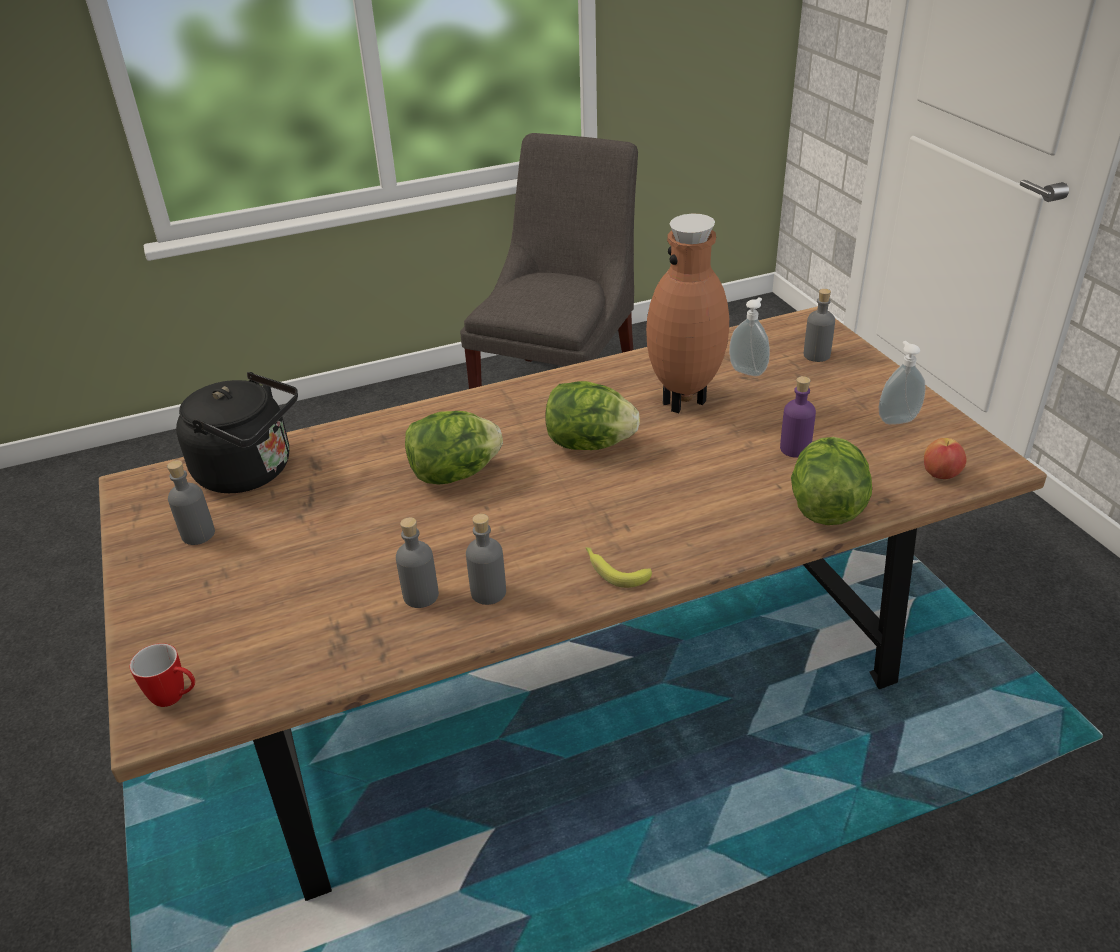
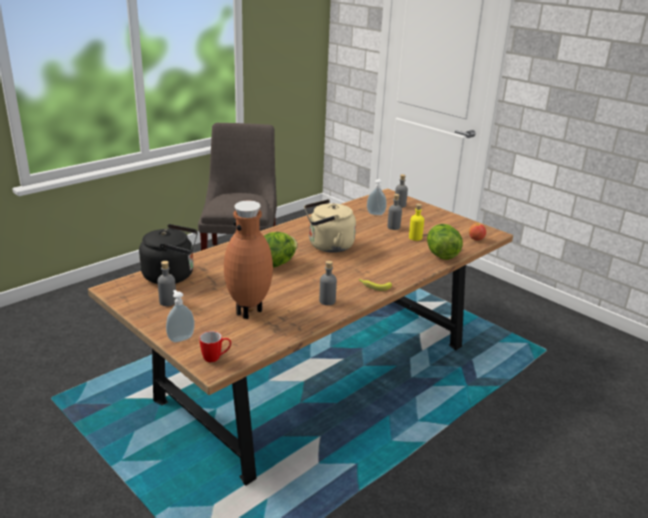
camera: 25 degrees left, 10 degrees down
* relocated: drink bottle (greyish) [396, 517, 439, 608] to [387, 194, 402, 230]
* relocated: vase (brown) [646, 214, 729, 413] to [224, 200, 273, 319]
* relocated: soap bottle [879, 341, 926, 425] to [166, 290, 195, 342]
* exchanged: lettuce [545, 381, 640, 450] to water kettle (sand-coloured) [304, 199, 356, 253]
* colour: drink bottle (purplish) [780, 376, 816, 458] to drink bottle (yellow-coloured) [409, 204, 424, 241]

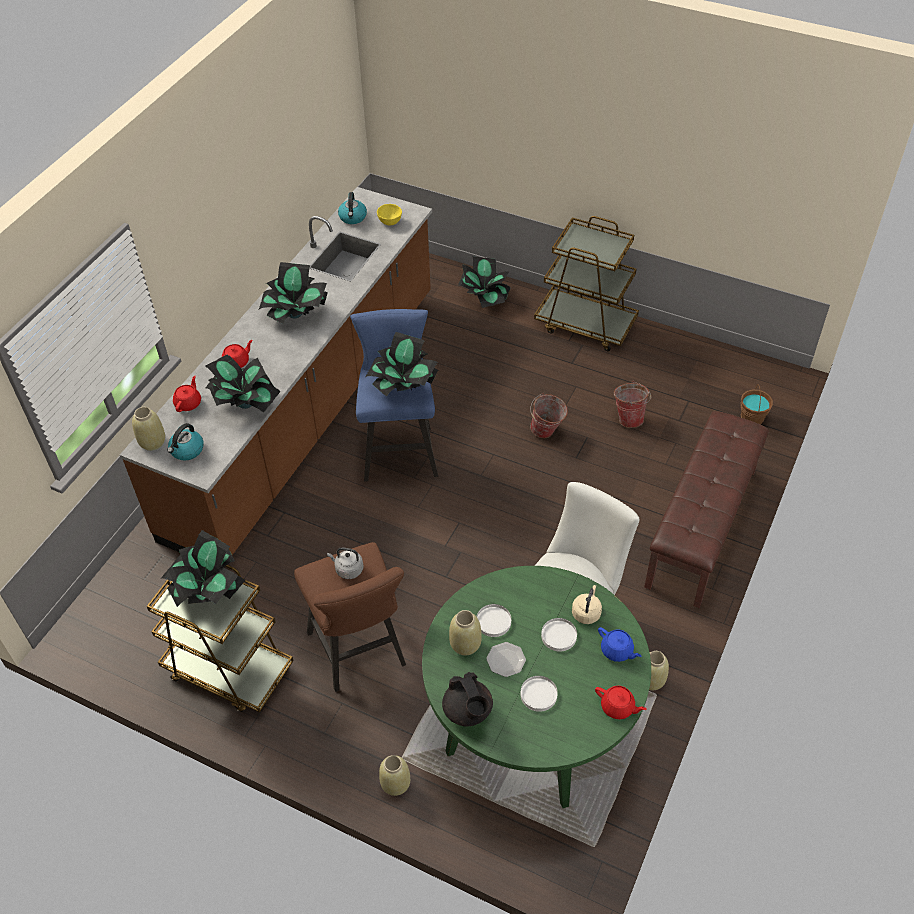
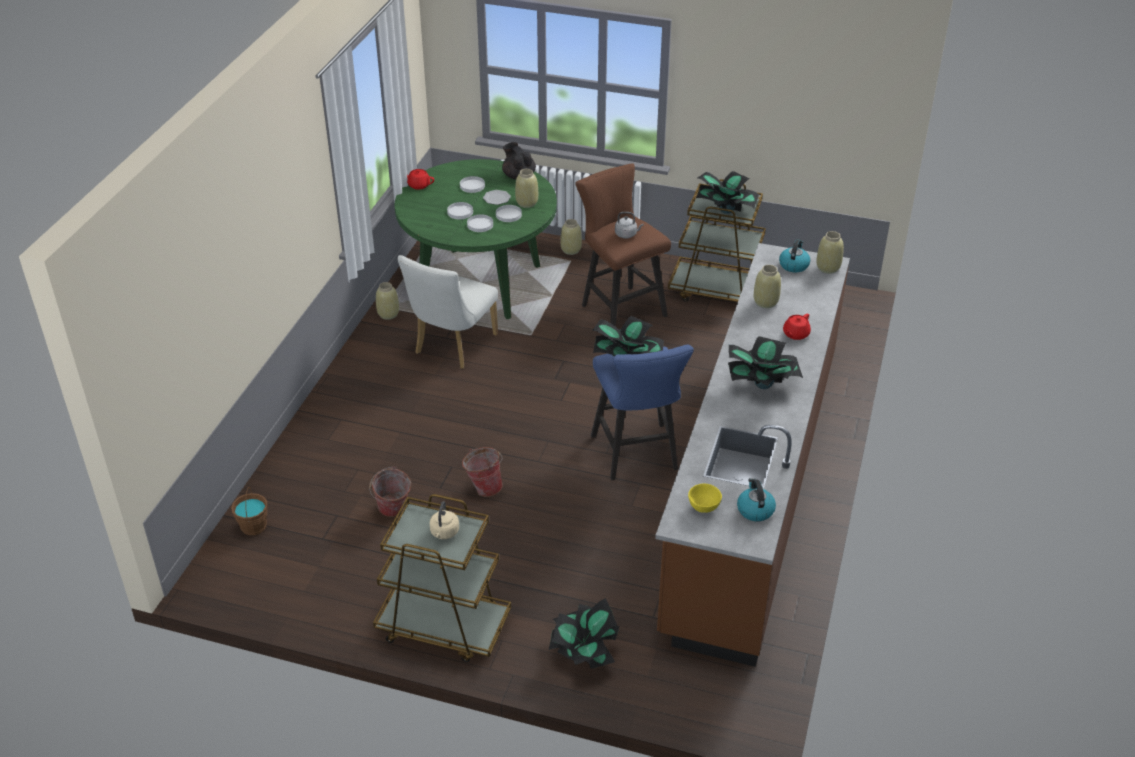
camera: 170 degrees right, 10 degrees down
* missing: tea pot (reddish) [173, 375, 201, 412]
* missing: tea pot (blue-coloured) [598, 627, 642, 662]
* missing: bench (brown) [644, 411, 769, 608]
* appeared: dinner plate (white-coloured) [467, 214, 493, 232]
* relocated: water kettle (sand-coloured) [572, 585, 602, 624] to [430, 501, 459, 539]
* exchanged: houseplant [205, 355, 281, 413] to vase (sand-coloured) [754, 265, 781, 308]

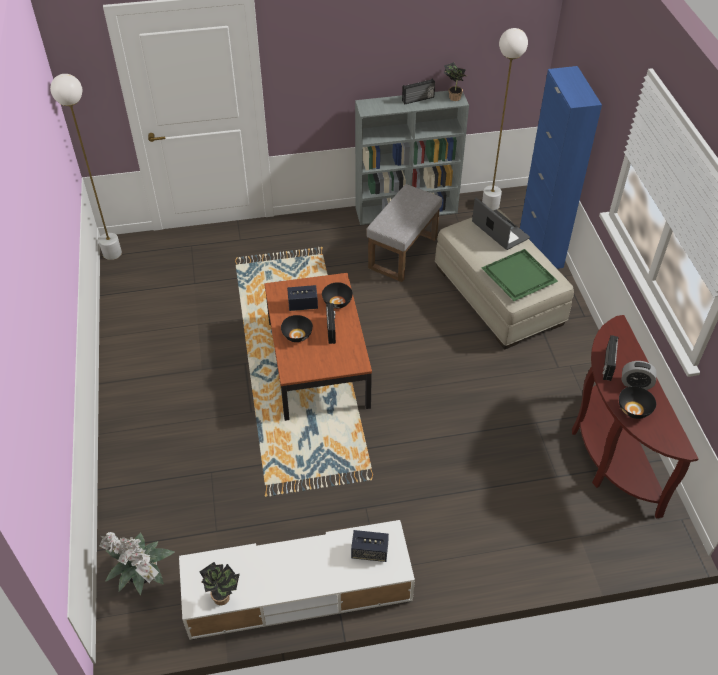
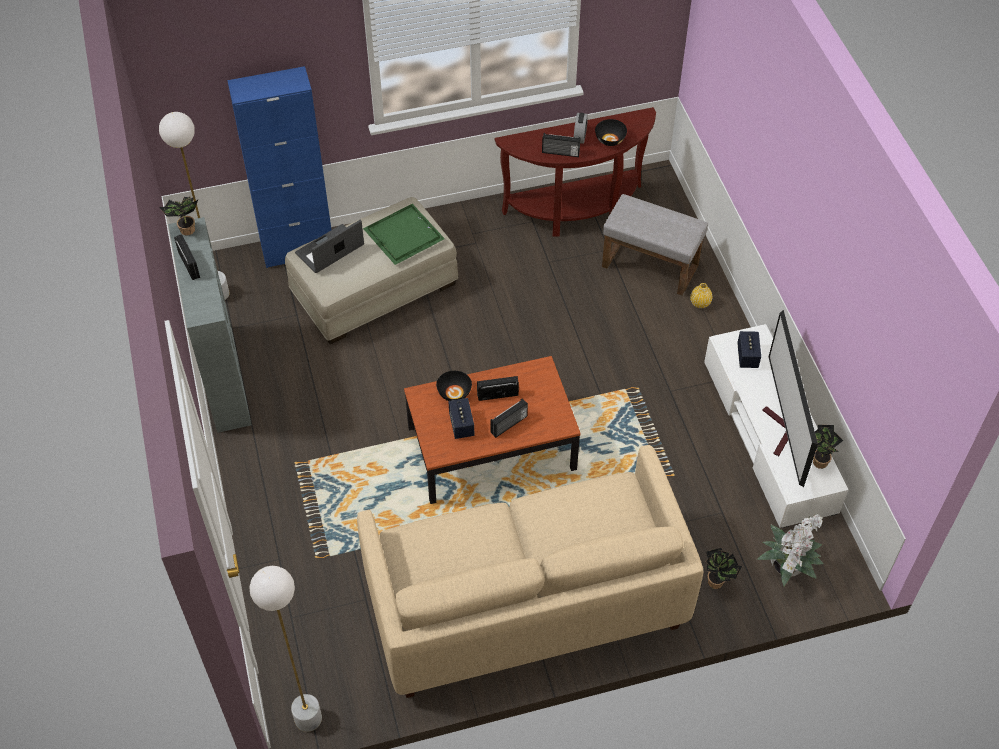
camera: 95 degrees left, 5 degrees up
* appeared: couch (sand-coloured) [357, 445, 704, 698]
* appeared: vase (yellow-coloured) [690, 283, 712, 308]
* appeared: houseplant [706, 548, 742, 589]
* appeared: TV set [762, 310, 818, 487]
* relocated: ottoman (greyish) [366, 184, 442, 282] to [602, 194, 708, 296]
* exchanged: deep dish (blackish) [281, 315, 313, 342] to radio receiver [490, 398, 528, 438]

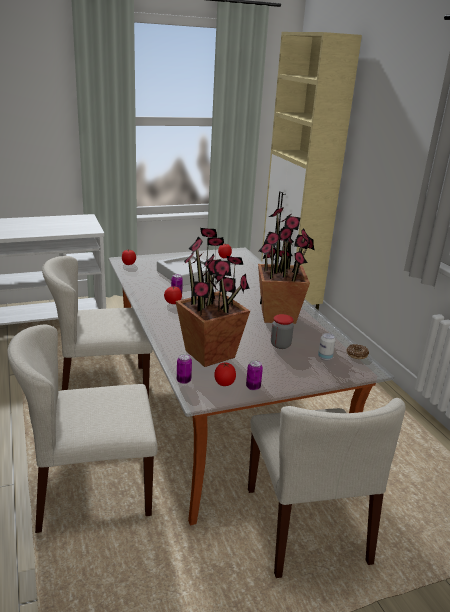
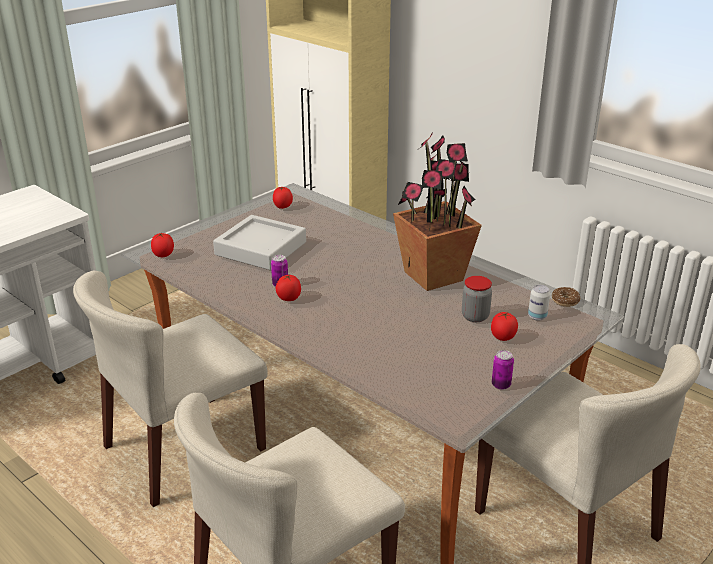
camera: 25 degrees left, 5 degrees up
* missing: houseplant [175, 228, 250, 367]
* missing: metal can [177, 354, 192, 384]
* relocated: fresh tomato [214, 362, 236, 386] to [491, 312, 518, 341]

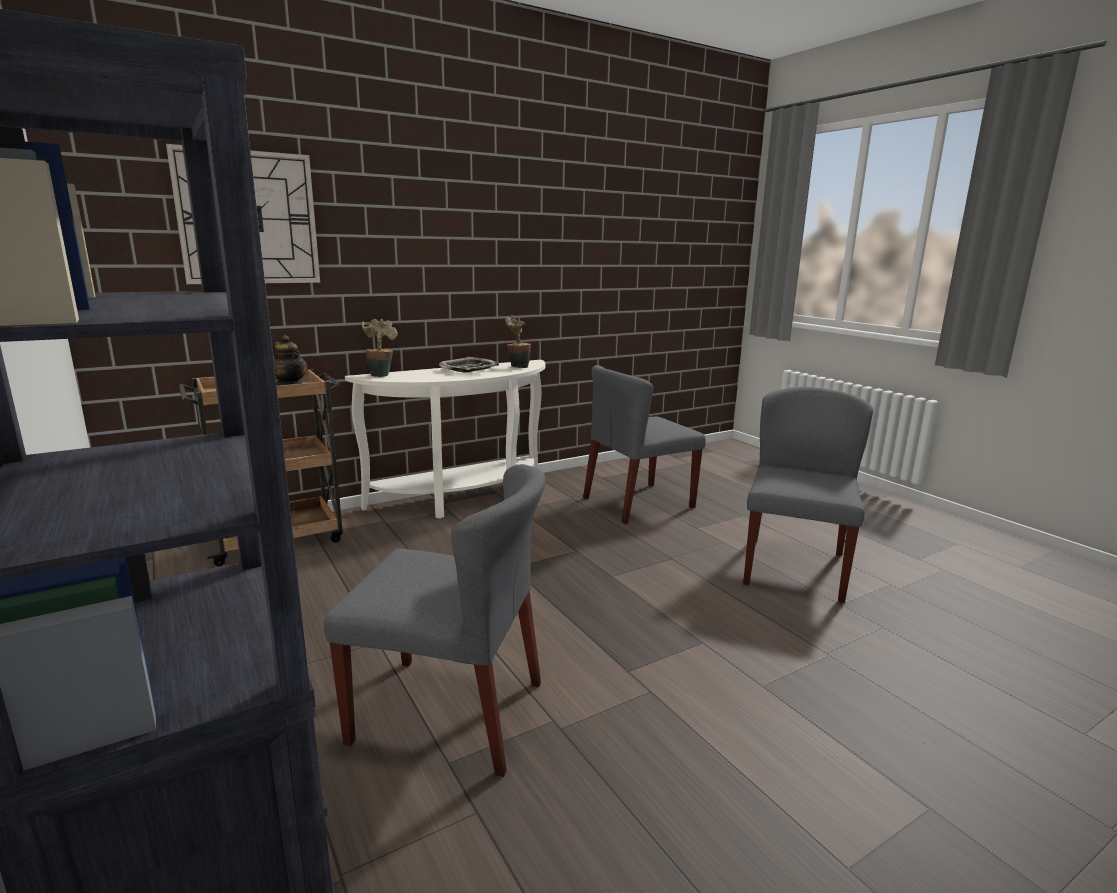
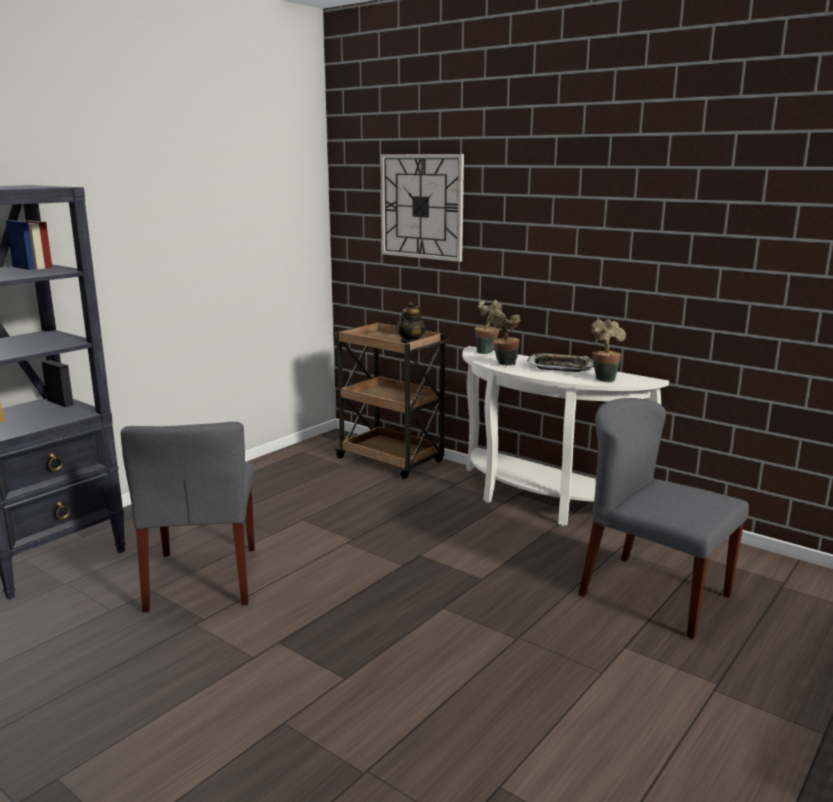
camera: 70 degrees right, 0 degrees up
* missing: chair (greyish) [743, 387, 873, 603]
* appeared: houseplant [491, 310, 520, 366]

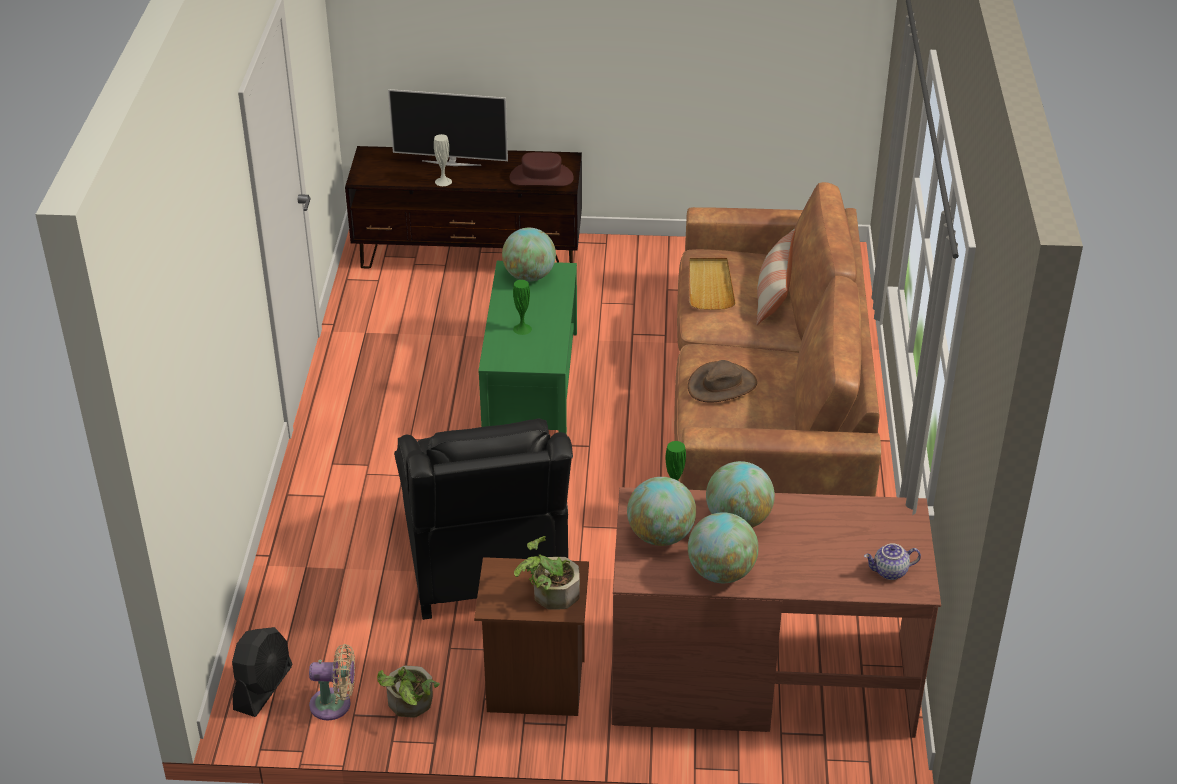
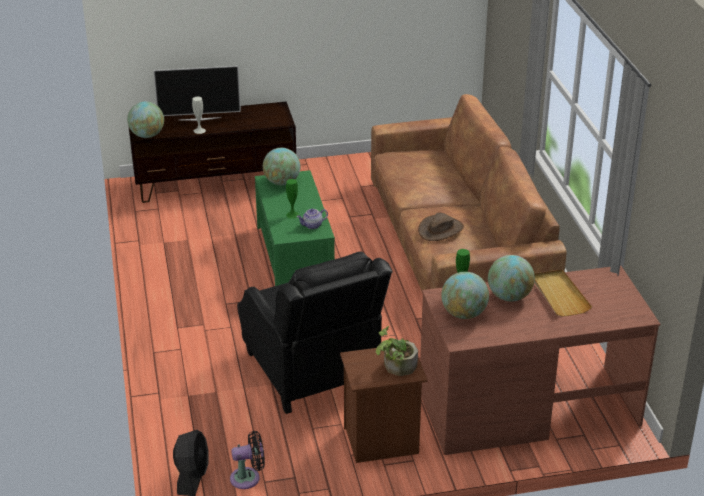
camera: 15 degrees left, 5 degrees down
* missing: houseplant [377, 665, 440, 718]
* missing: wearable hat (brown) [510, 152, 574, 186]
* missing: cushion [756, 229, 795, 325]
* relocated: globe [688, 512, 759, 583] to [127, 101, 164, 138]
* relocated: serving tray (sand-coloured) [689, 258, 736, 310] to [534, 269, 592, 316]
* relocated: tea pot [864, 544, 921, 580] to [297, 209, 328, 229]
* colour: cooling fan (sand-coloured) [309, 644, 355, 720] to cooling fan (blackish) [230, 431, 265, 489]

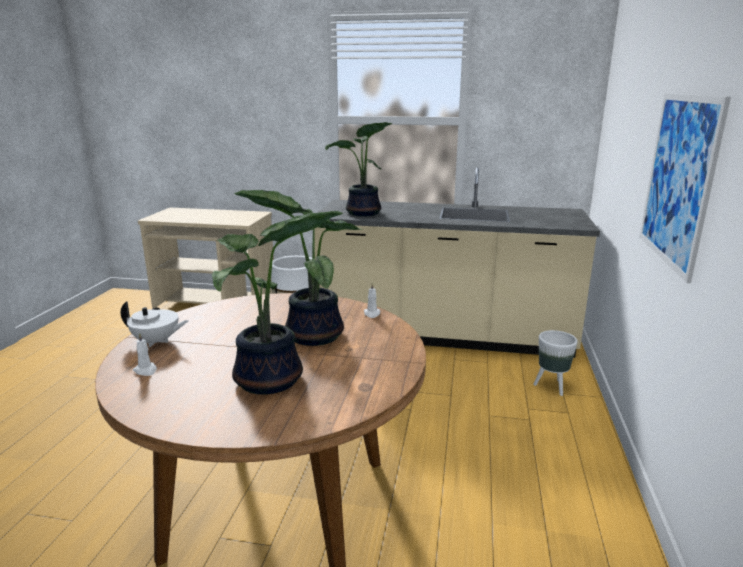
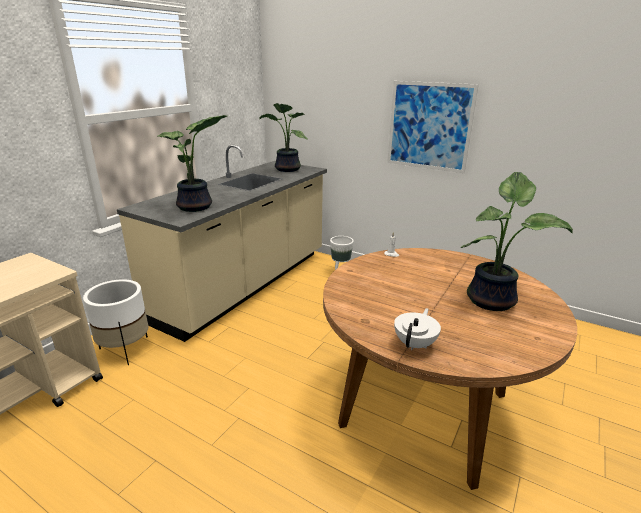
camera: 70 degrees left, 5 degrees up
* missing: wax candle (white-coloured) [133, 333, 157, 376]
* relocated: houseplant [234, 190, 363, 346] to [259, 103, 308, 172]

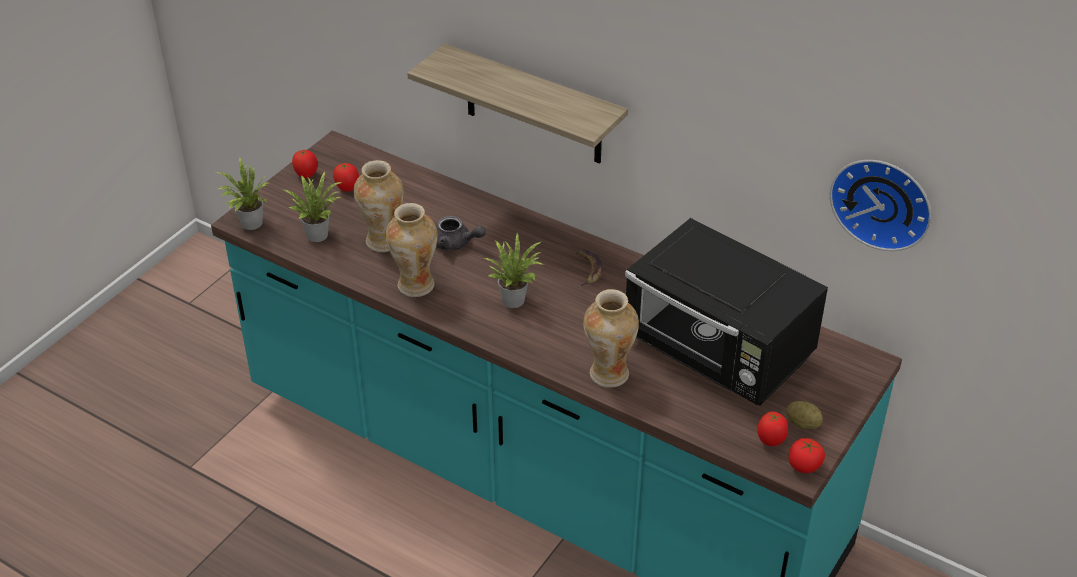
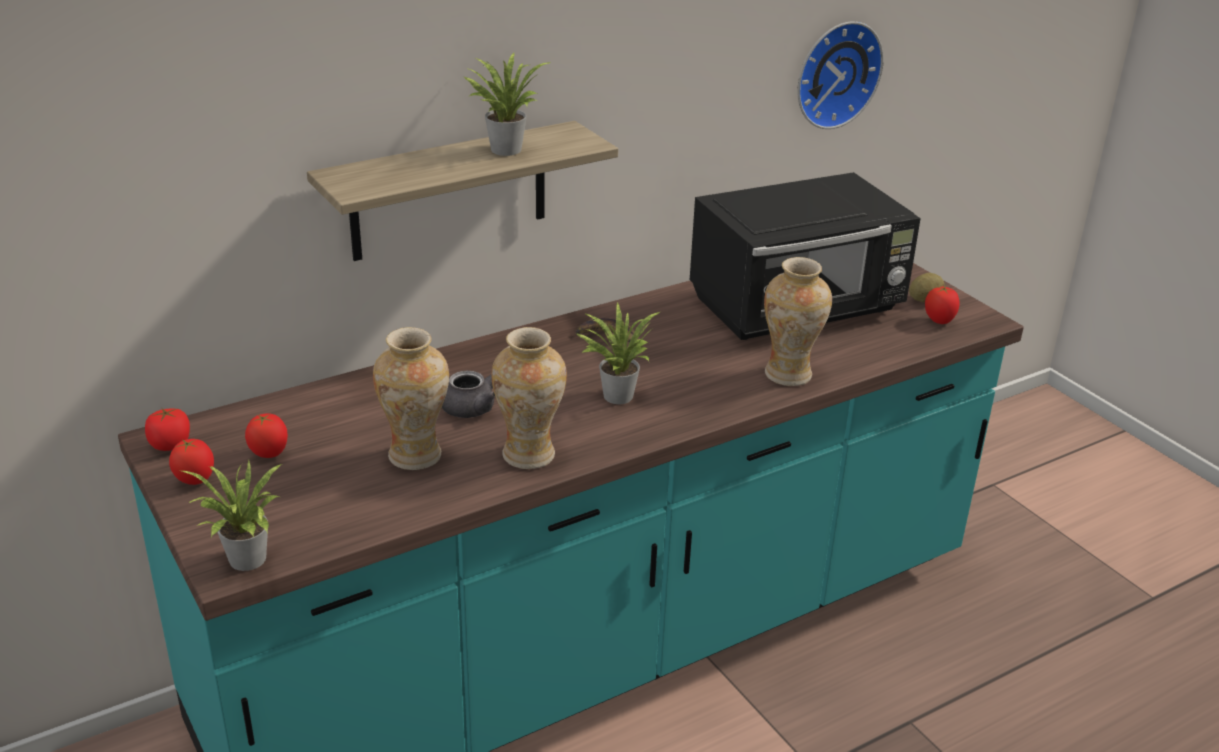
camera: 65 degrees left, 10 degrees down
* relocated: houseplant [284, 172, 342, 242] to [462, 53, 551, 156]
* relocated: fresh tomato [788, 438, 825, 473] to [145, 408, 190, 451]

